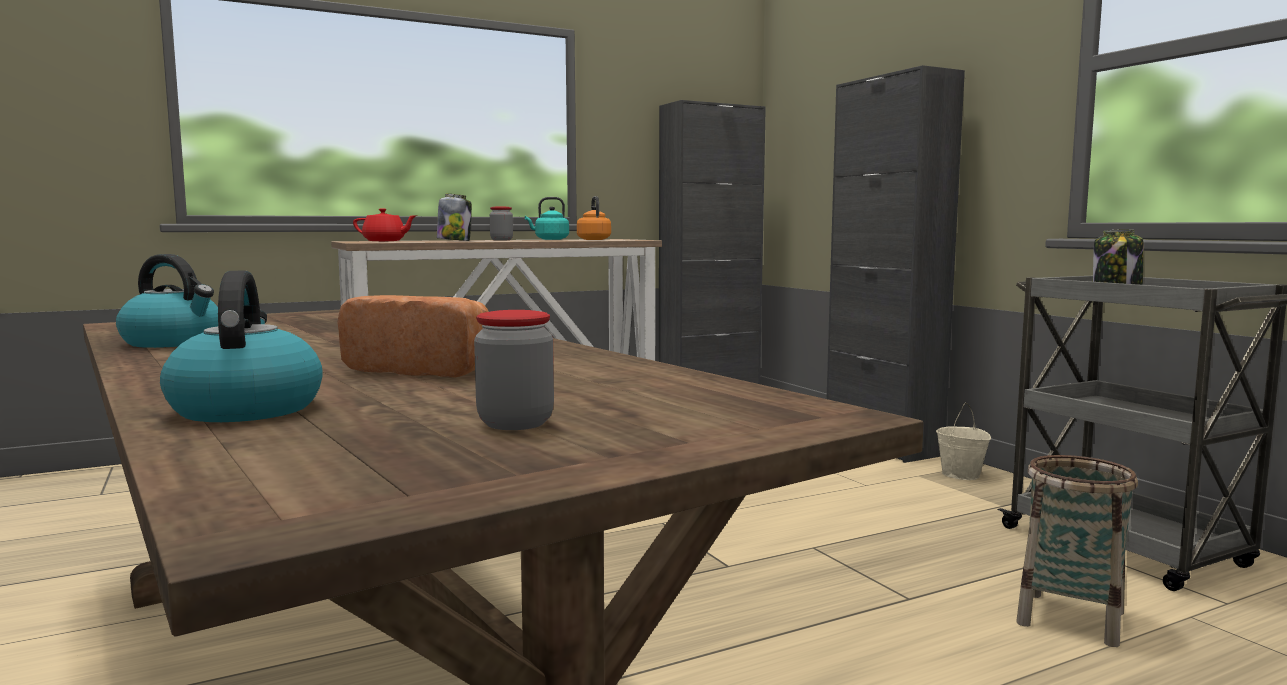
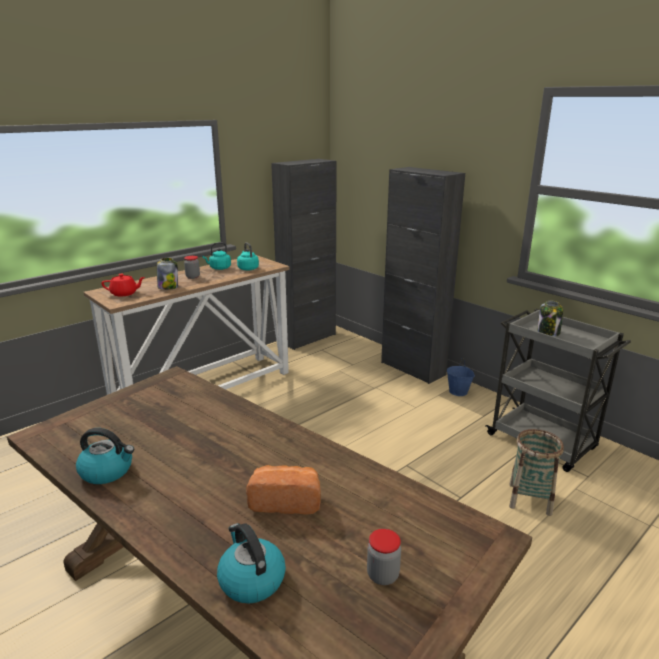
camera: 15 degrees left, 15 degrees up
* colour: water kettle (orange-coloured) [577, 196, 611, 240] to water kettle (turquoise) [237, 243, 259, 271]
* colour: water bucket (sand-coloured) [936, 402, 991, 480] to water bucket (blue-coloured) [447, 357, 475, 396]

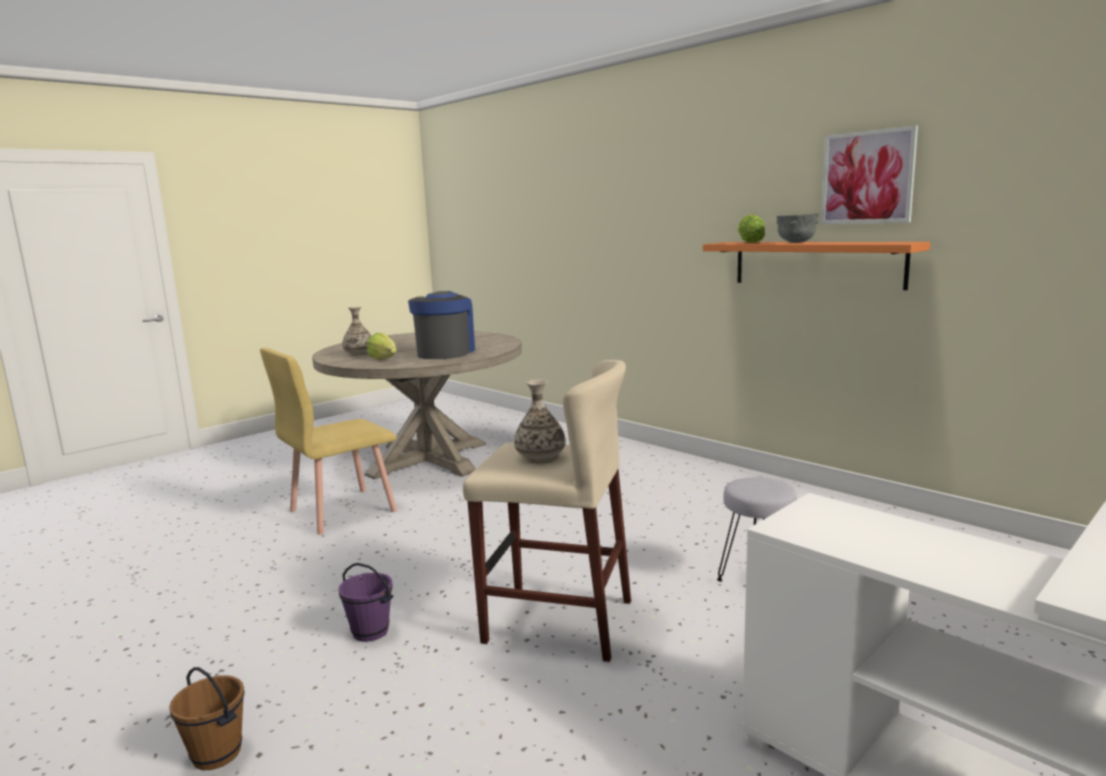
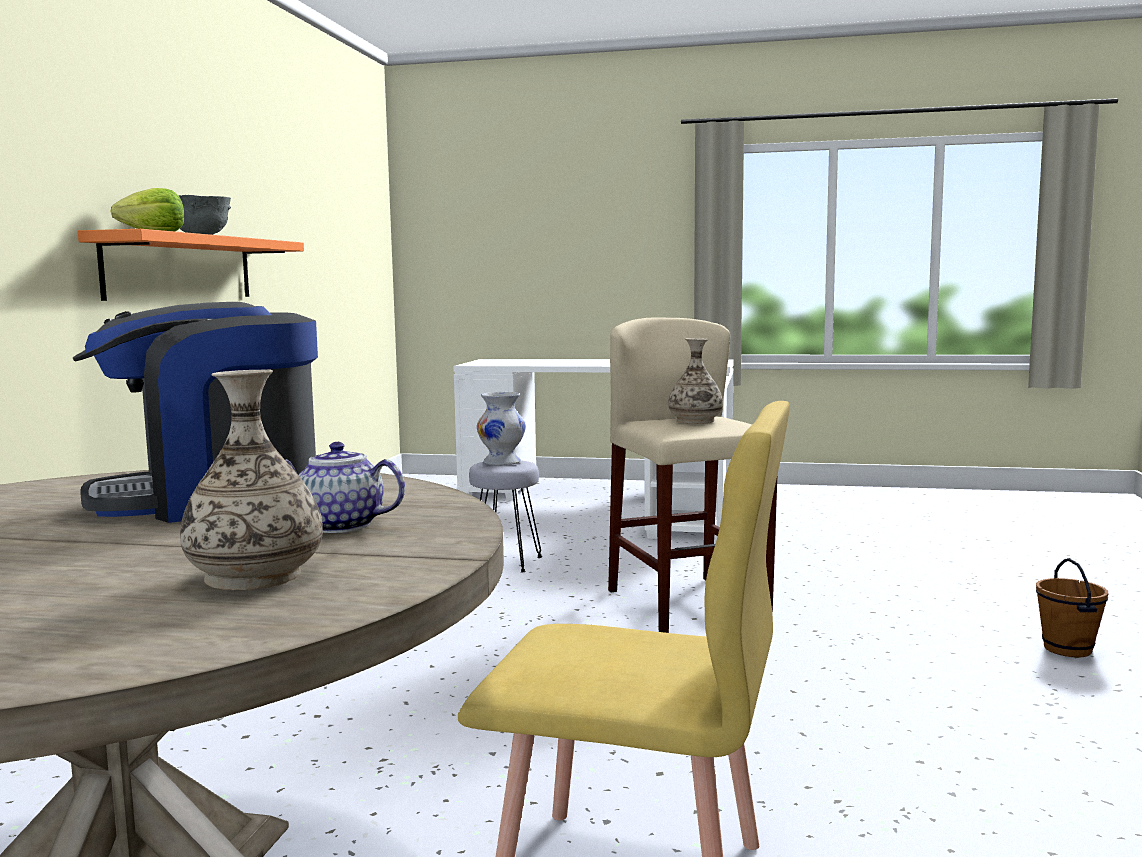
camera: 125 degrees left, 5 degrees down
* missing: water bucket (purplish) [338, 563, 393, 642]
* missing: picture [821, 126, 918, 224]
* appeared: vase (white-coloured) [477, 392, 526, 465]
* exchanged: lettuce [367, 333, 397, 359] to tea pot [285, 442, 405, 533]

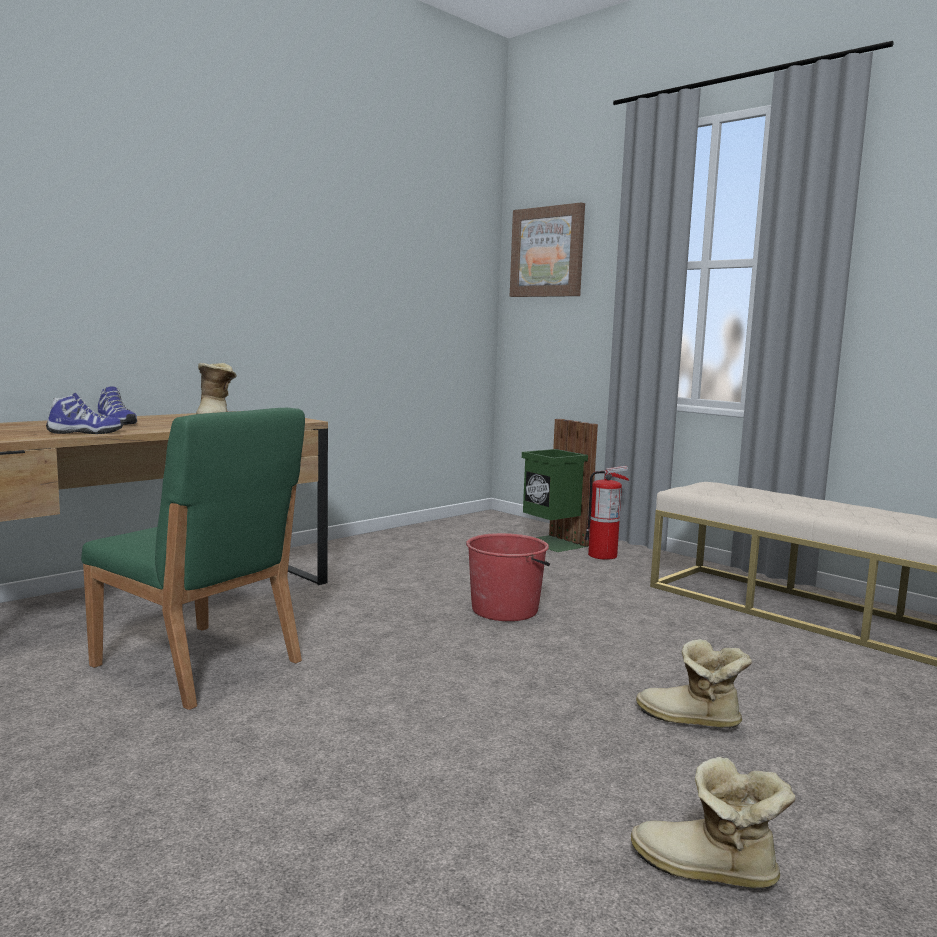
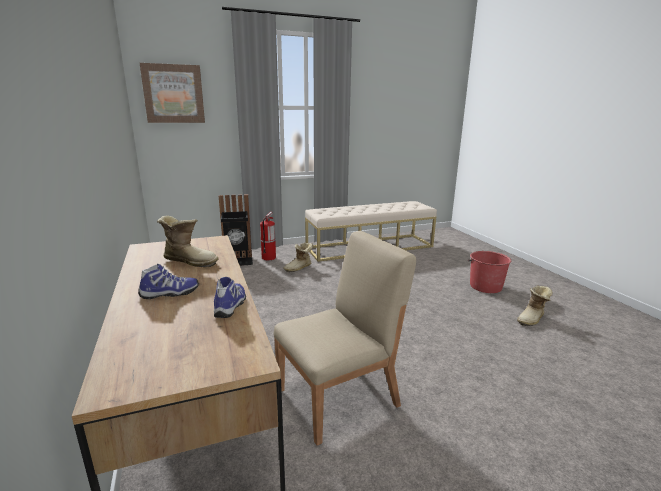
camera: 65 degrees left, 10 degrees up
* relocated: water bucket (reddish) [466, 533, 550, 621] to [468, 251, 511, 293]
* relocated: boot [636, 639, 752, 728] to [283, 243, 313, 272]
* colour: chair (green-coloured) [81, 408, 305, 710] to chair (sand-coloured) [274, 231, 416, 446]
* colour: waste bin (green-coloured) [522, 419, 598, 552] to waste bin (blackish) [219, 194, 253, 266]

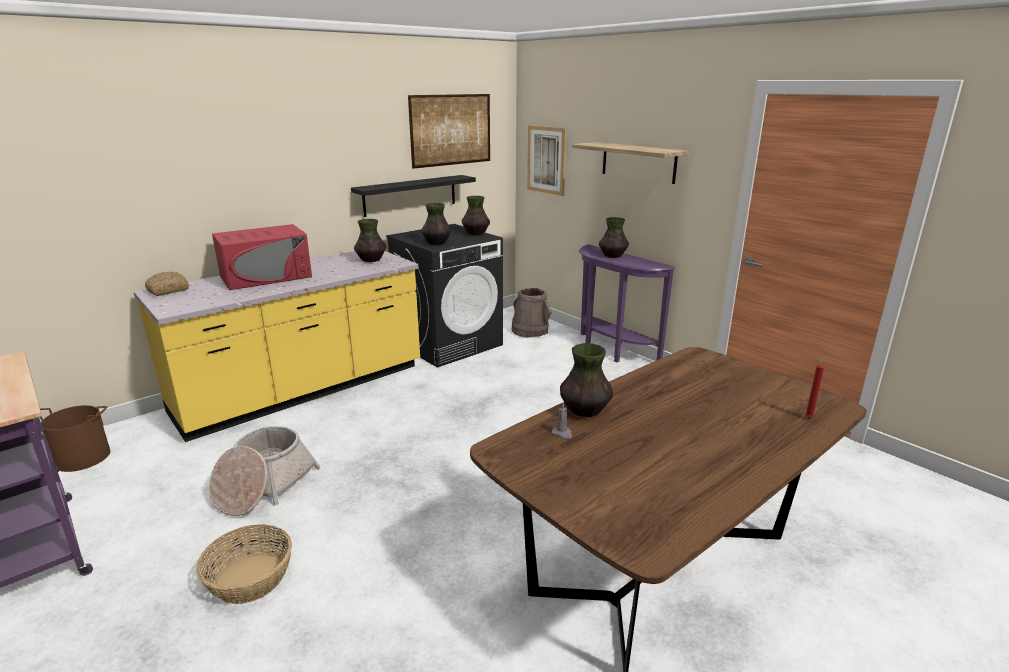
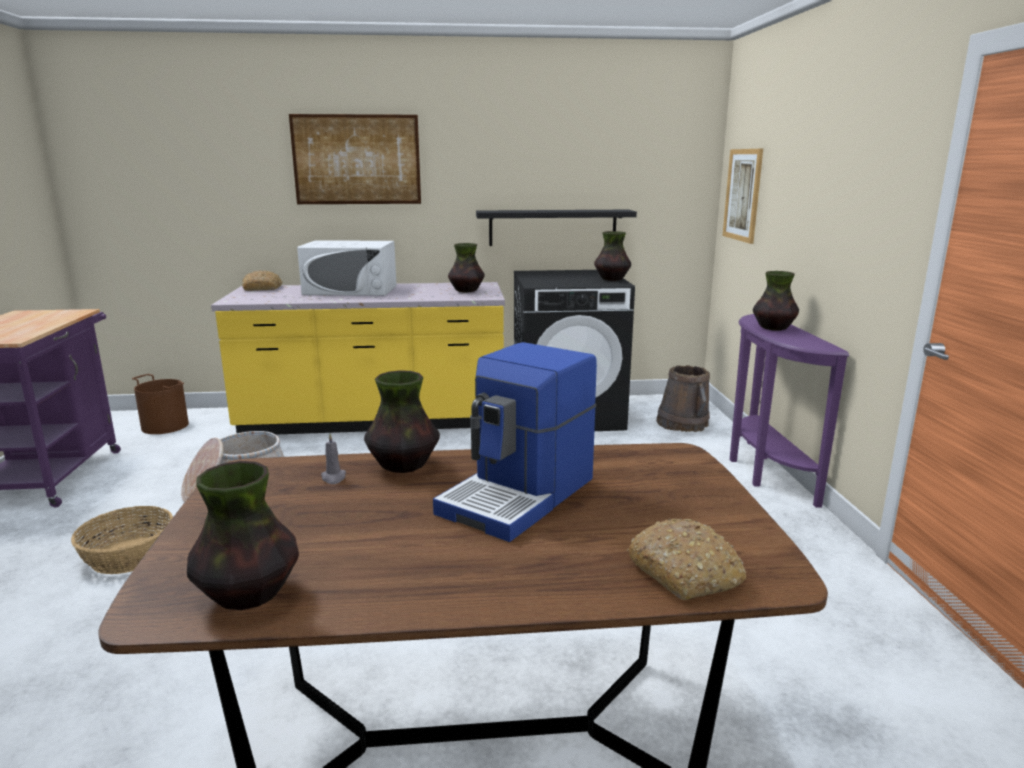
camera: 35 degrees right, 5 degrees down
* missing: bracket shelf [572, 142, 689, 184]
* appeared: coffee brewer [433, 342, 597, 542]
* relocated: picture [408, 94, 490, 169] to [289, 114, 421, 204]
* relocated: vase [421, 203, 452, 245] to [187, 461, 299, 610]
* exchanged: wax candle (reddish) [805, 358, 824, 418] to bakery bread [627, 519, 746, 600]
* colour: kitchen microwave (reddish) [212, 224, 312, 290] to kitchen microwave (white-coloured) [297, 240, 397, 296]

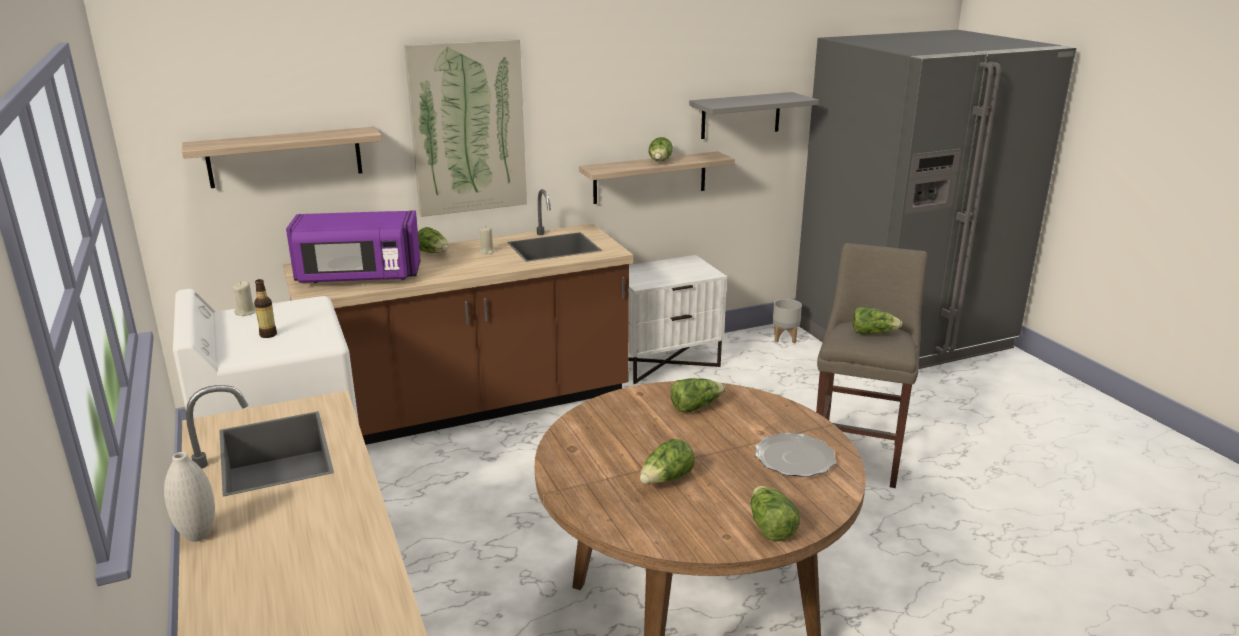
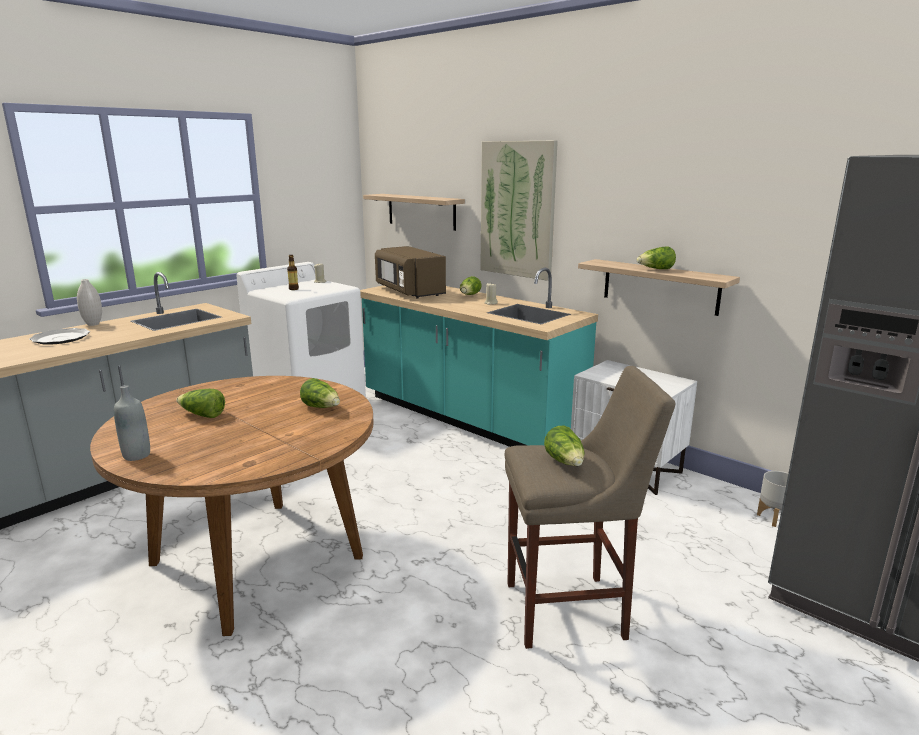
camera: 65 degrees right, 5 degrees down
* missing: bracket shelf (greyish) [689, 92, 819, 139]
* relocated: dinner plate [755, 433, 836, 477] to [29, 328, 90, 345]
* exchanged: lettuce [751, 486, 800, 541] to drink bottle (greyish) [114, 385, 150, 461]
* colour: counter (brown) [283, 189, 633, 445] to counter (turquoise) [360, 268, 598, 447]
* colour: kitchen microwave (purplish) [286, 211, 421, 283] to kitchen microwave (brown) [375, 246, 446, 299]

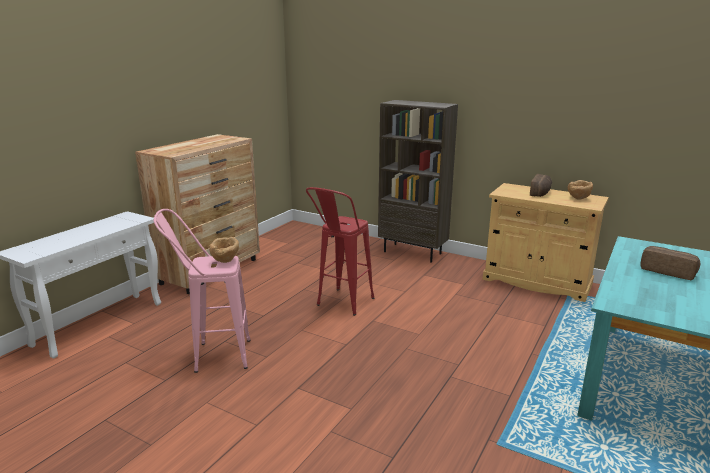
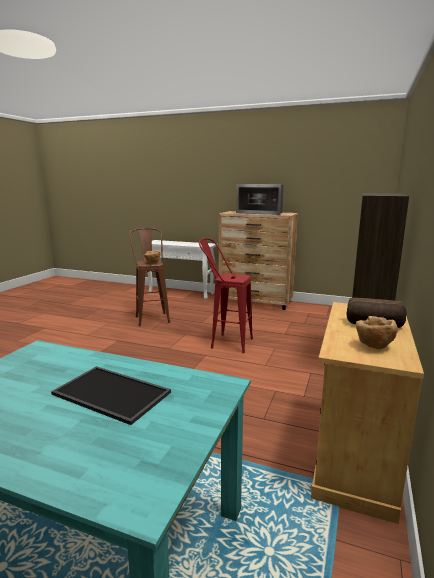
camera: 80 degrees right, 5 degrees down
* appeared: kitchen microwave [236, 184, 283, 215]
* exchanged: bakery bread [641, 246, 700, 280] to serving tray [51, 366, 171, 425]
* colour: stool seat (pink) [154, 209, 250, 373] to stool seat (brown) [129, 228, 170, 326]

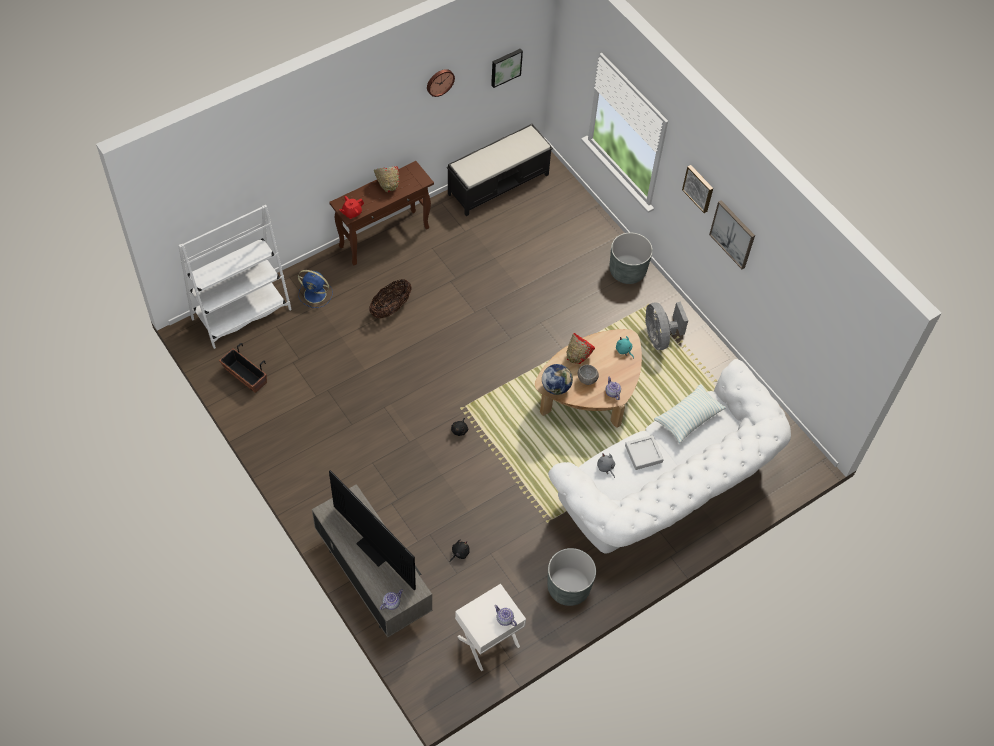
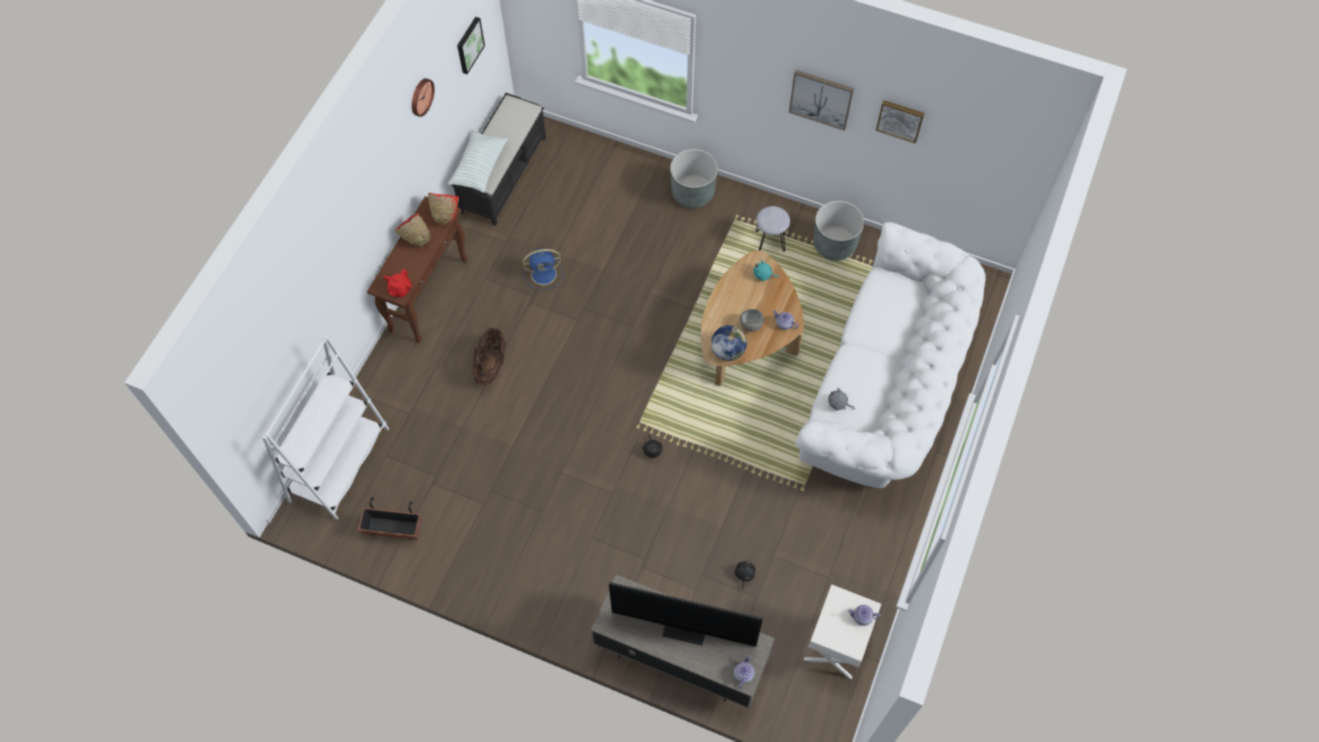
camera: 30 degrees left, 5 degrees up
* missing: serving tray (greyish) [625, 435, 664, 470]
* relocated: cooling fan (blue-coloured) [298, 270, 333, 308] to [523, 248, 563, 290]
* relocated: plant pot (greyish) [547, 548, 596, 606] to [813, 201, 864, 261]
* relocated: deep dish (reddish) [566, 333, 595, 364] to [428, 193, 459, 224]
* relocated: cushion [654, 384, 726, 444] to [448, 130, 508, 193]
* relocated: picture [682, 165, 713, 213] to [876, 100, 924, 143]
* exchanged: cooling fan (greyish) [645, 302, 688, 350] to stool seat (greyish) [756, 206, 790, 252]

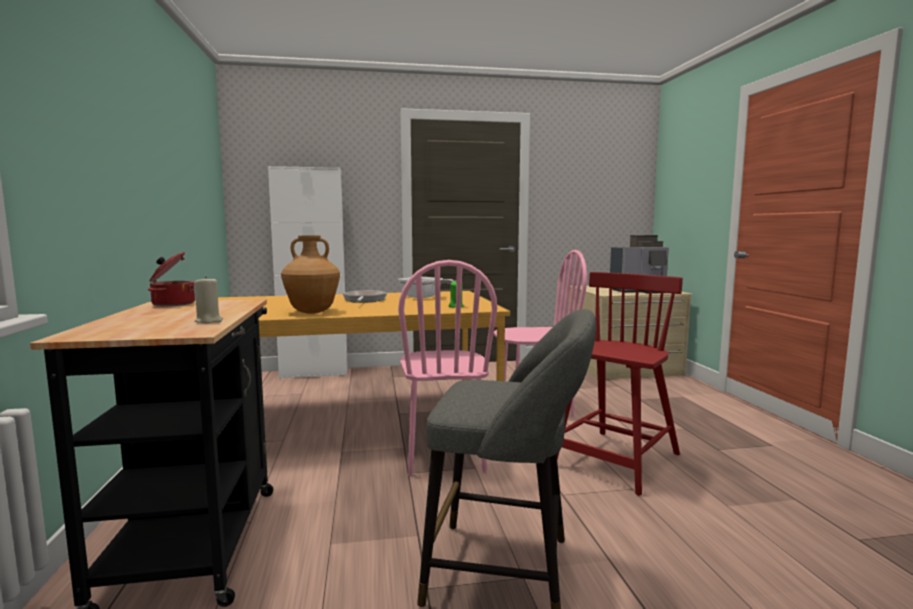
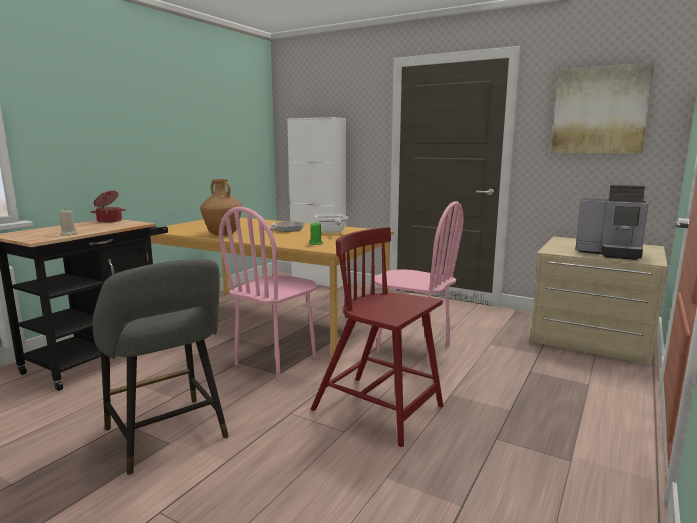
camera: 40 degrees right, 5 degrees up
* appeared: picture [551, 62, 655, 153]
* spun: chair (reddish) [557, 272, 683, 496] = [311, 227, 443, 447] 135 degrees counterclockwise

